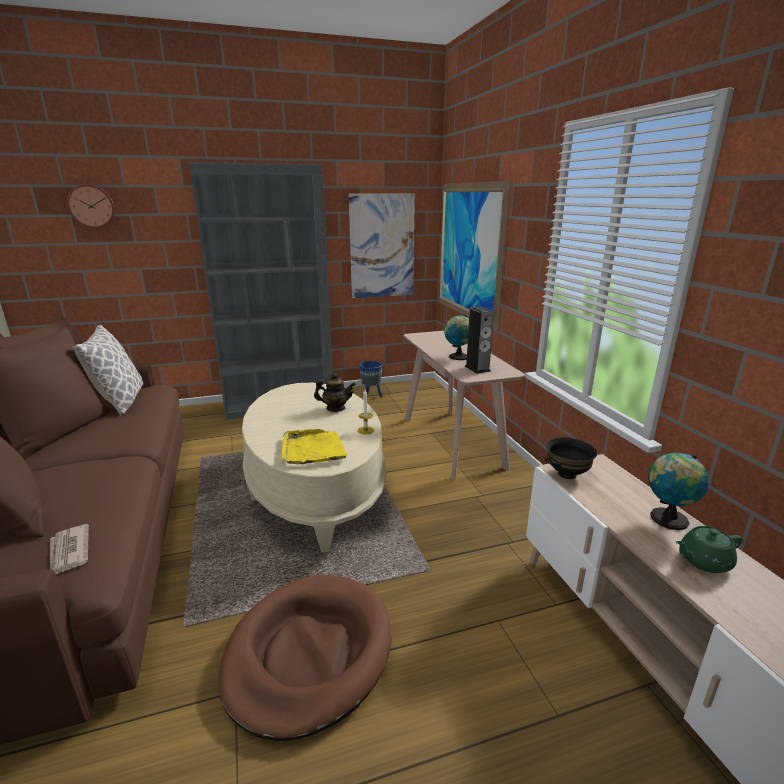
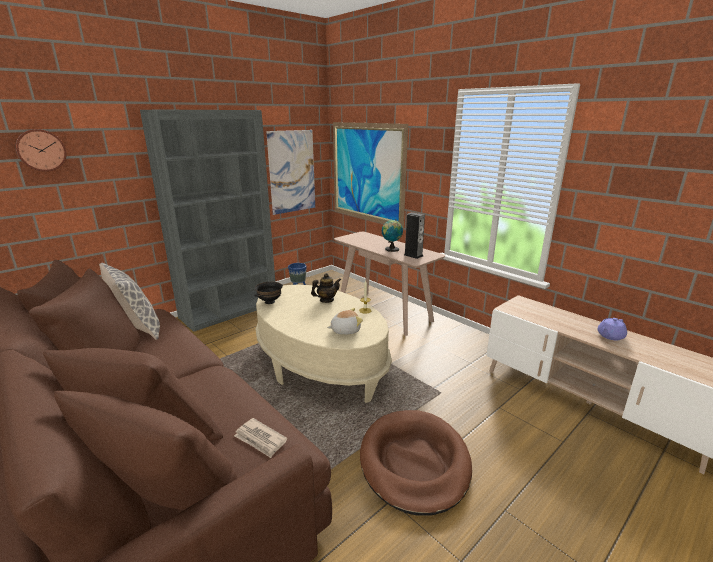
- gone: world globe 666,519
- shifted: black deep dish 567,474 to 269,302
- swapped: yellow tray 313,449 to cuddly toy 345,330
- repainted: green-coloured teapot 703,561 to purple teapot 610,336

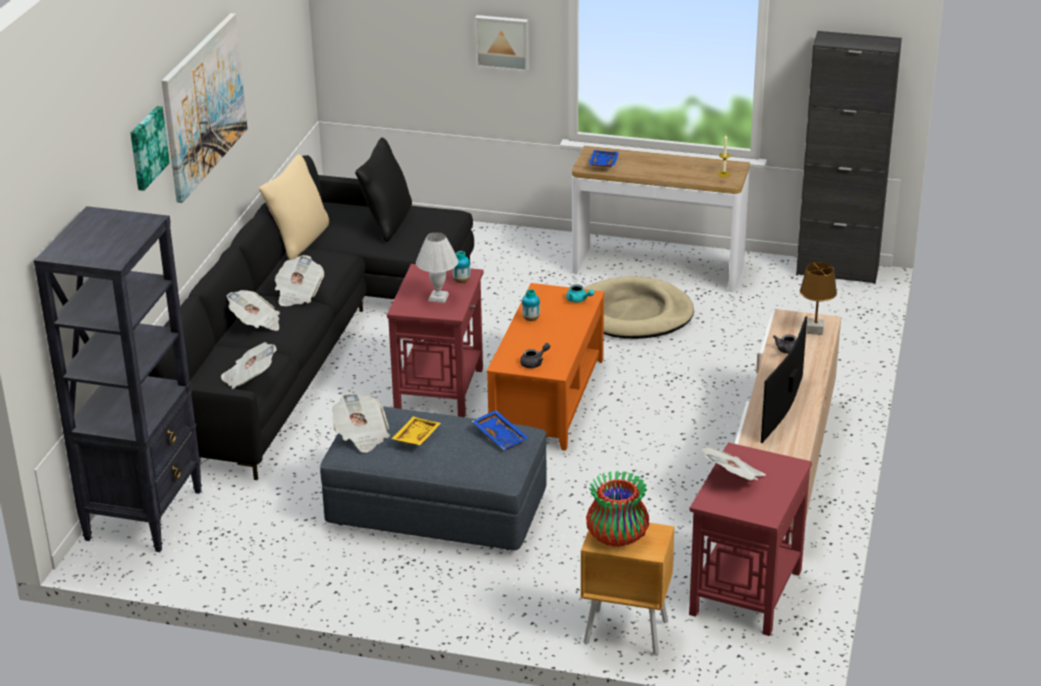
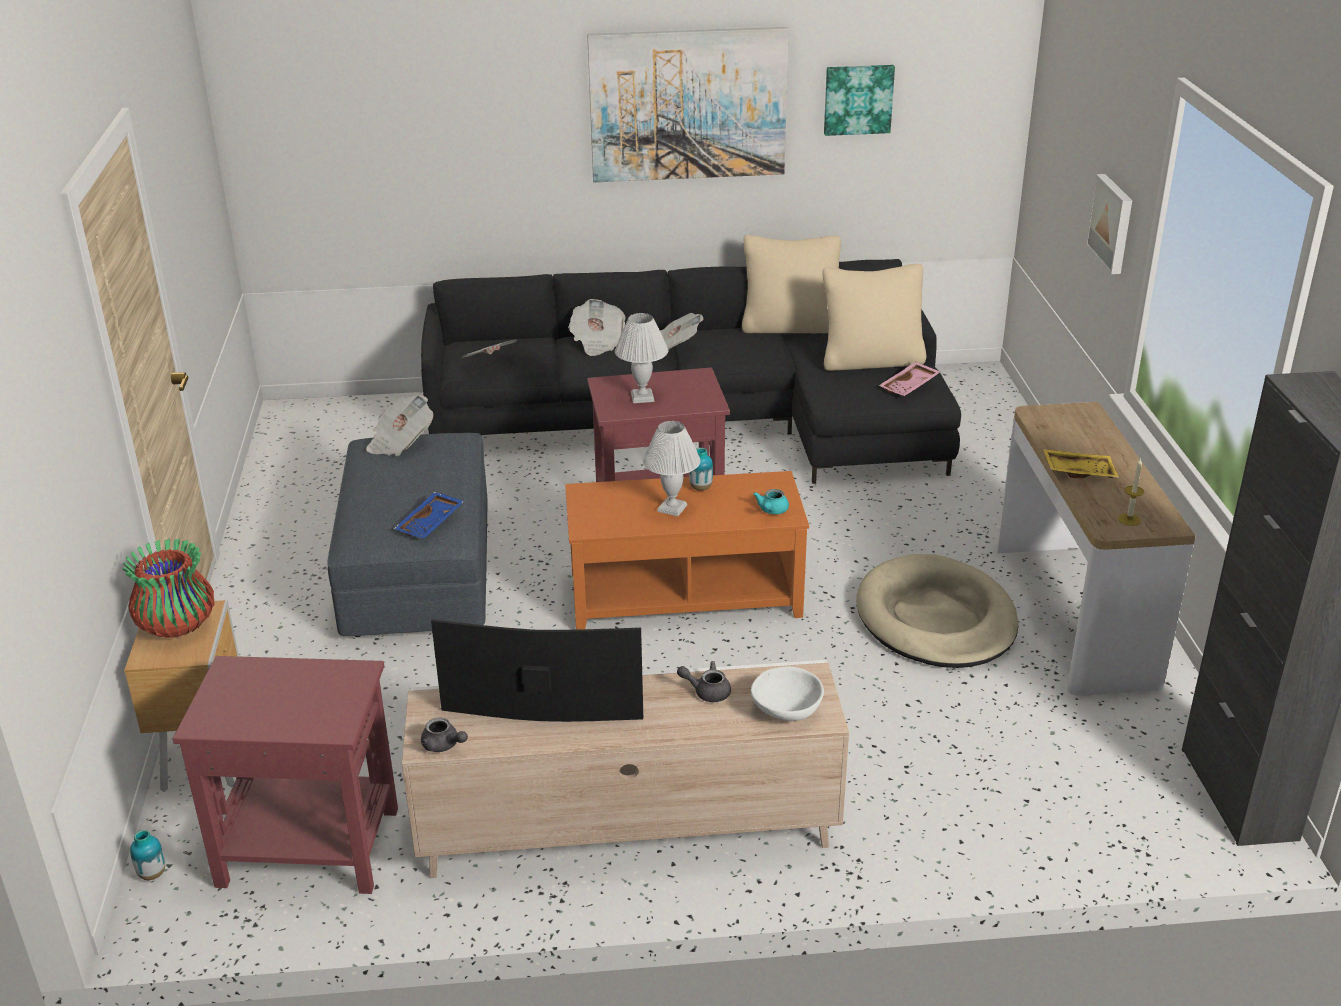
- gone: black bookshelf 145,514
- gone: blue-coloured tray 602,164
- gone: newspaper 733,478
- new: white table lamp 673,508
- new: pink-coloured tray 910,386
- shifted: wall picture 147,147 to 858,99
- shifted: yellow tray 415,437 to 1078,471
- shifted: vase 461,281 to 152,874
- shifted: grey teapot 534,363 to 443,745
- swapped: brownish table lamp 814,330 to white deep dish 785,710
- repainted: black throw pillow 387,222 to beige-coloured throw pillow 871,361

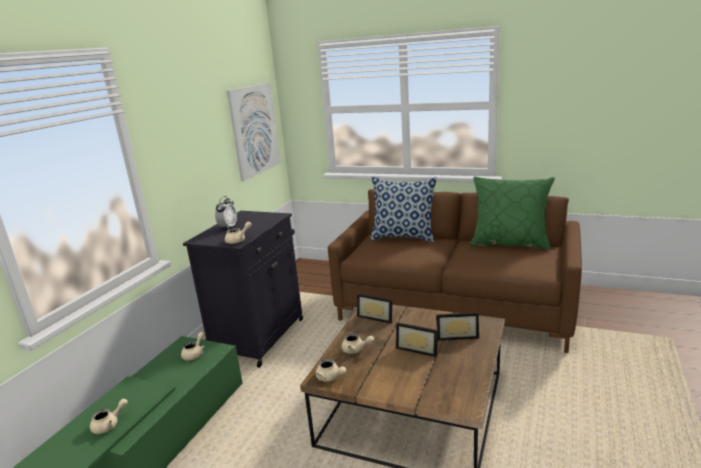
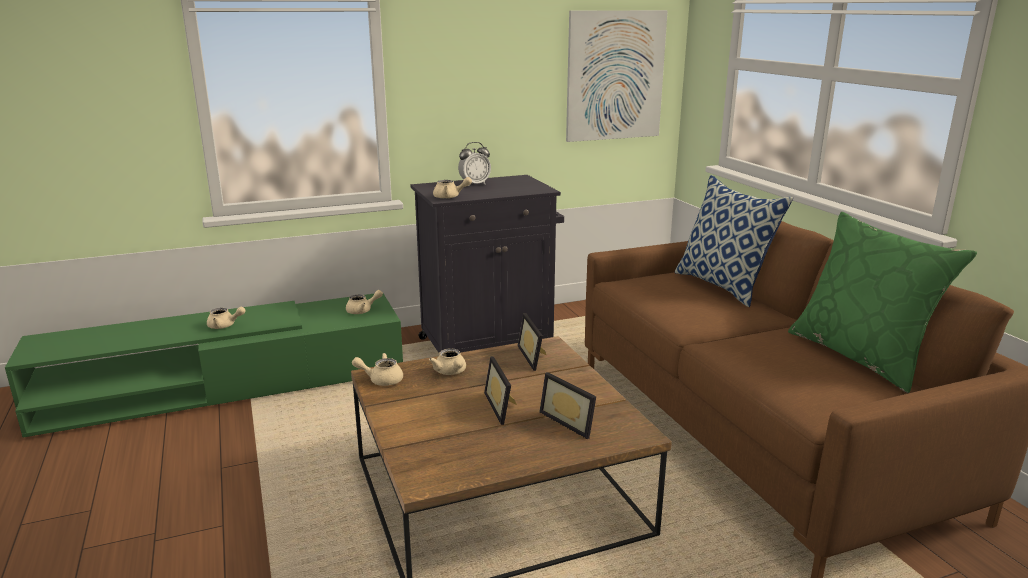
- rotated: beige-coloured teapot 330,377 = 381,380 90 degrees clockwise

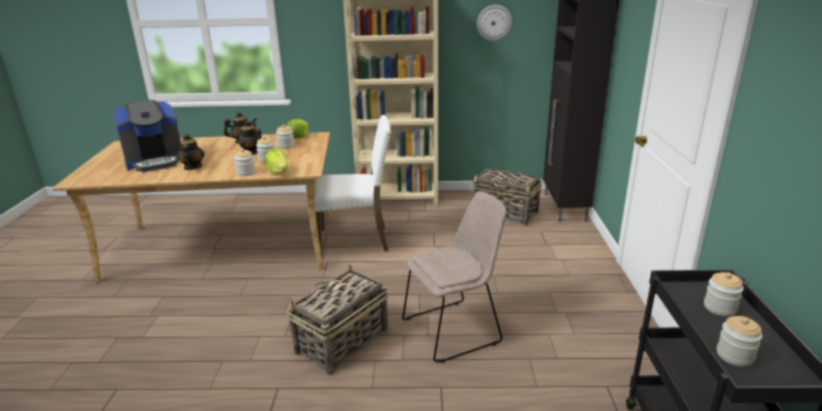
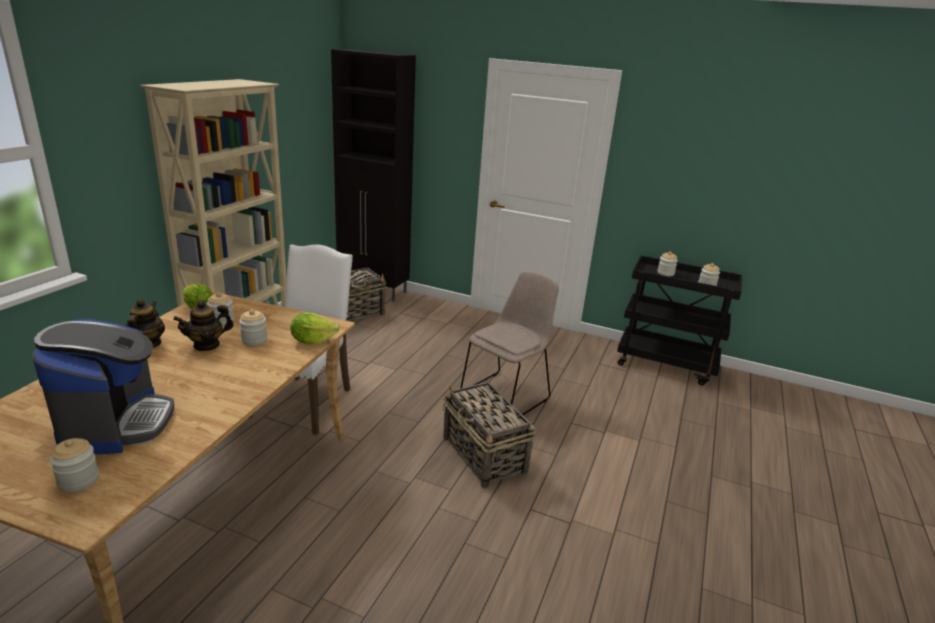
- gone: teapot 192,167
- gone: wall clock 494,23
- shifted: preserve jar 246,172 to 78,480
- rotated: beige-coloured plain chair 454,329 = 506,395 45 degrees clockwise

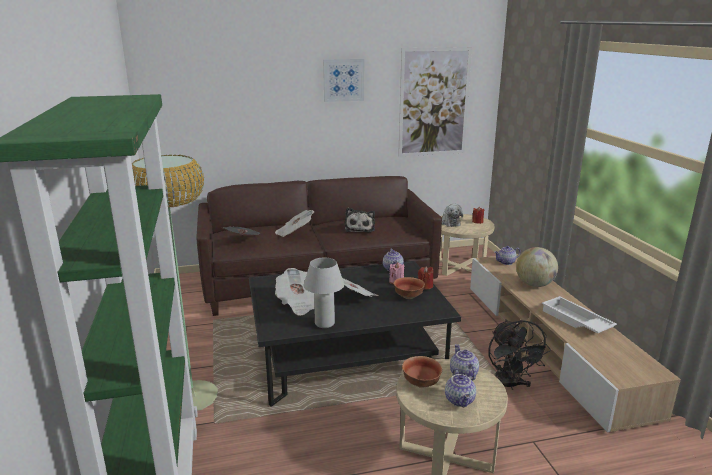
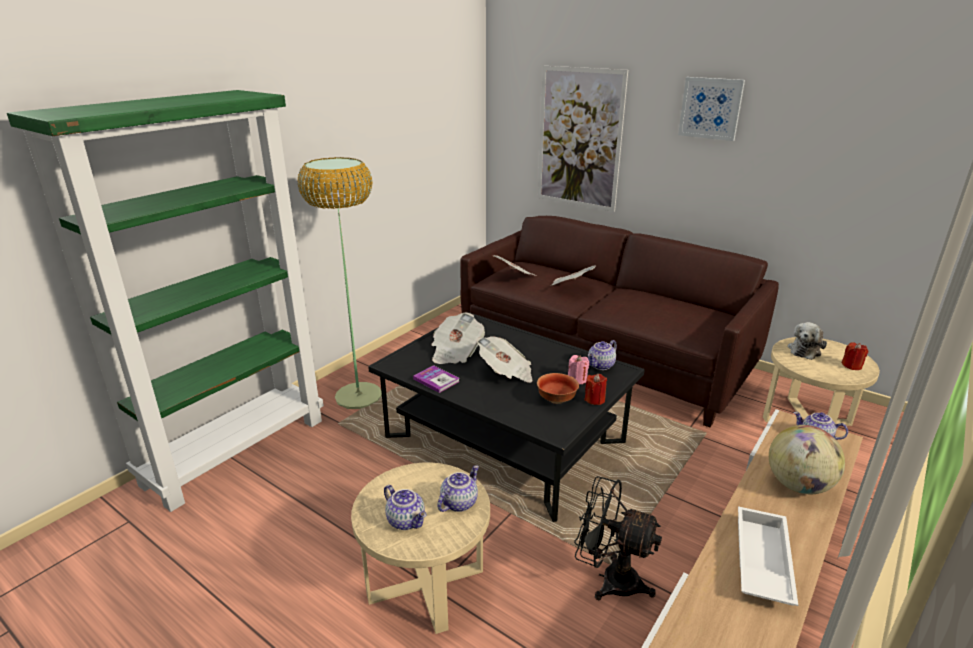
- gone: cuddly toy 360,228
- gone: deep dish 421,383
- shifted: wall picture 434,102 to 579,139
- swapped: white table lamp 324,323 to book 436,380
- rotated: teapot 460,400 = 407,520 90 degrees counterclockwise
- rotated: black electric fan 509,385 = 610,579 75 degrees clockwise

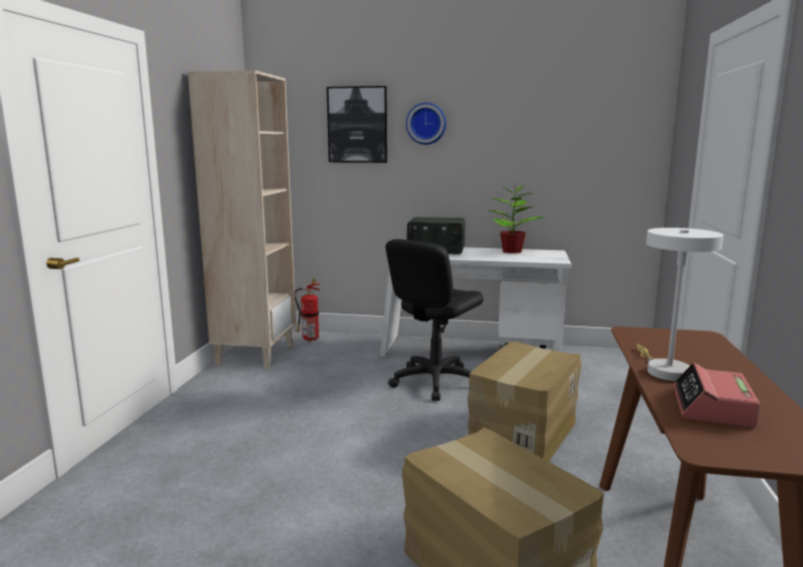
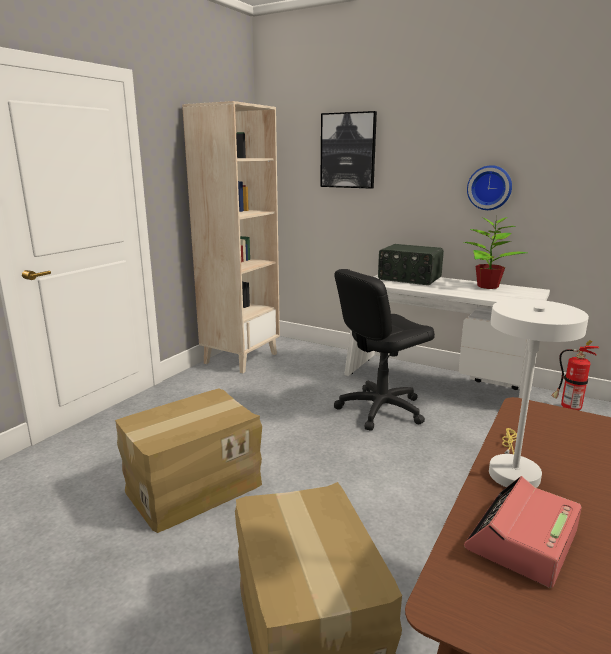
- shifted: extinguisher 308,339 to 568,408
- shifted: wall clock 426,123 to 489,187
- shifted: carton 522,433 to 193,486

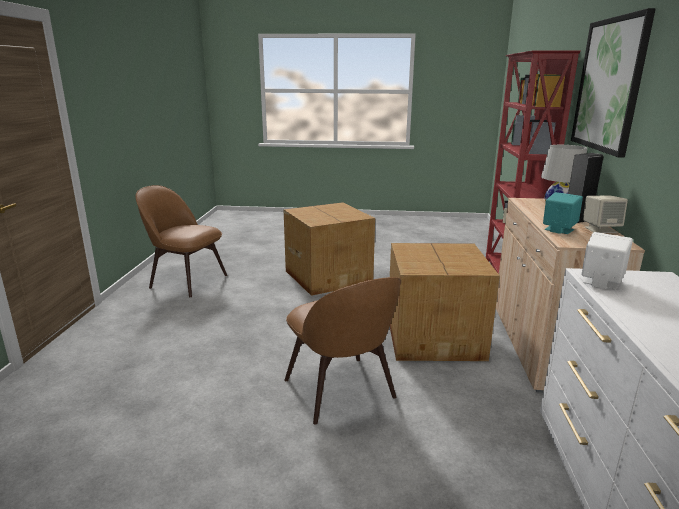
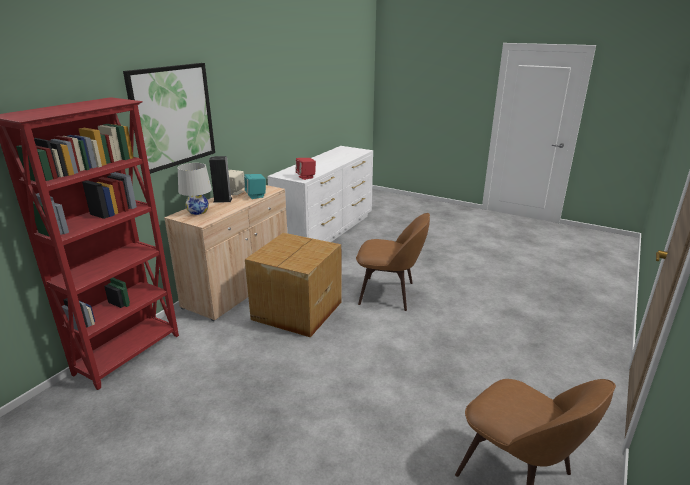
- gone: carton 328,276
- repainted: white speaker 600,282 to red-coloured speaker 306,177
- rotated: brownish plain chair 341,391 = 389,293 105 degrees clockwise

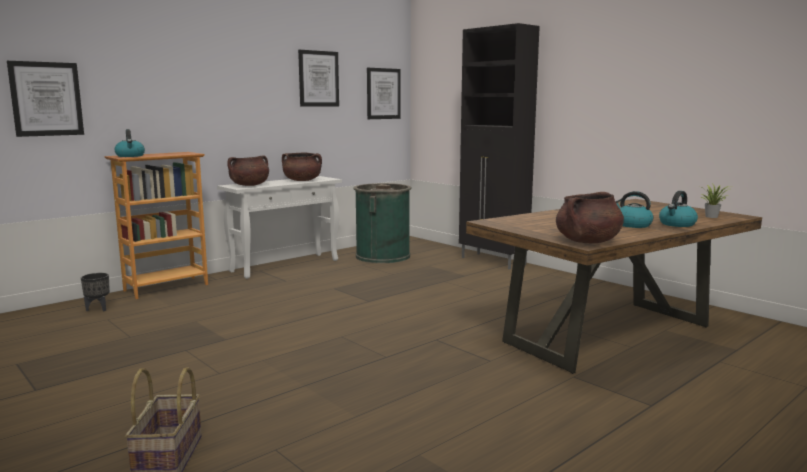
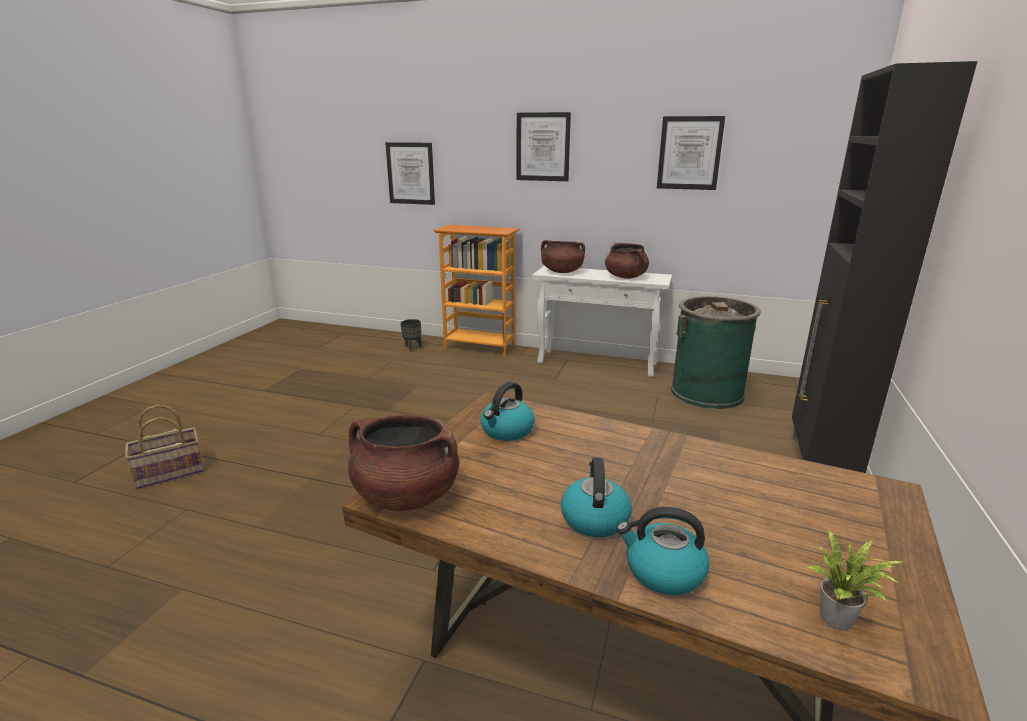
- shifted: kettle 130,156 to 507,431
- shifted: wall picture 383,93 to 543,147

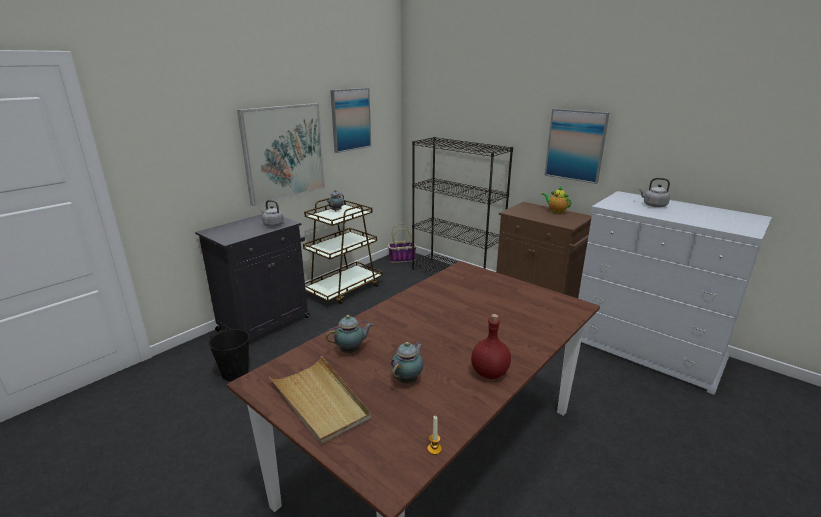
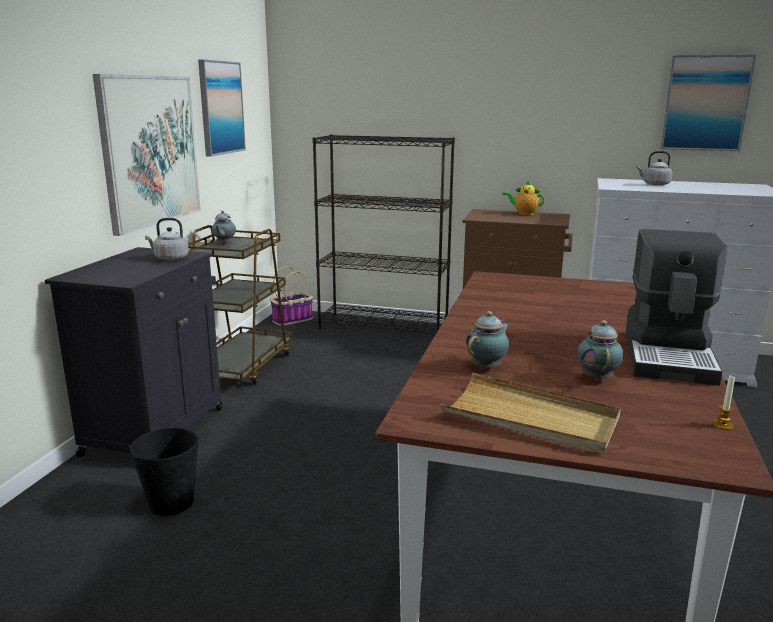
- shifted: wall picture 575,145 to 705,103
- swapped: red-coloured bottle 490,373 to coffee maker 670,355

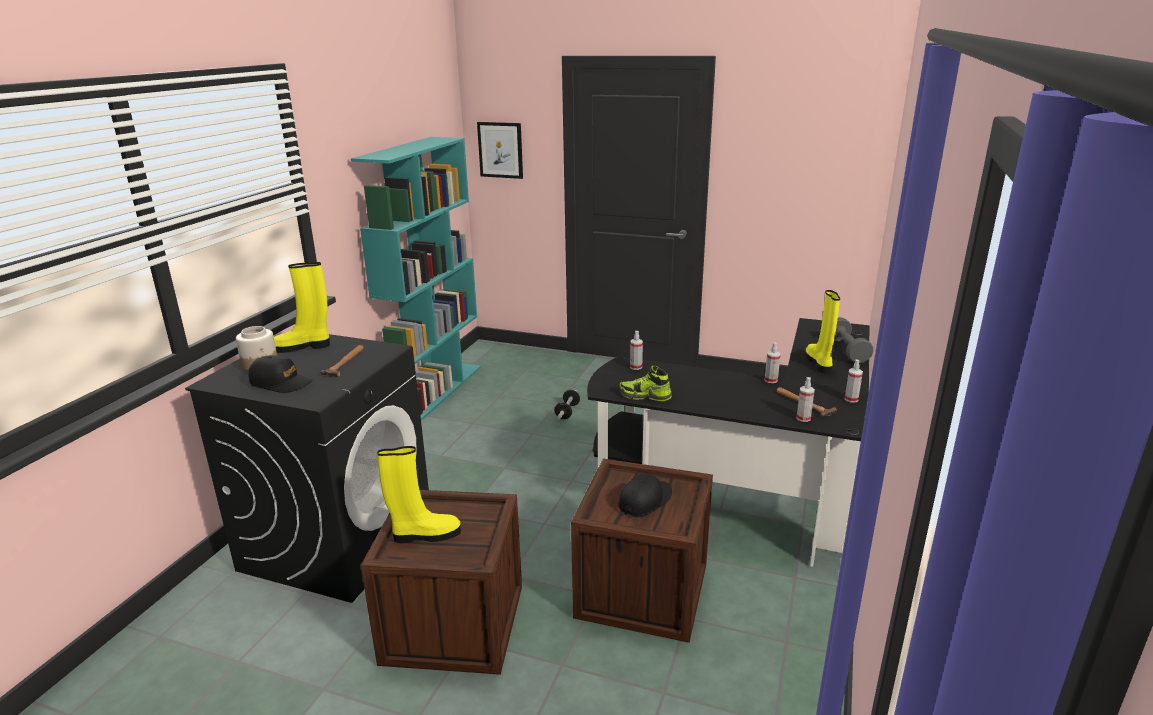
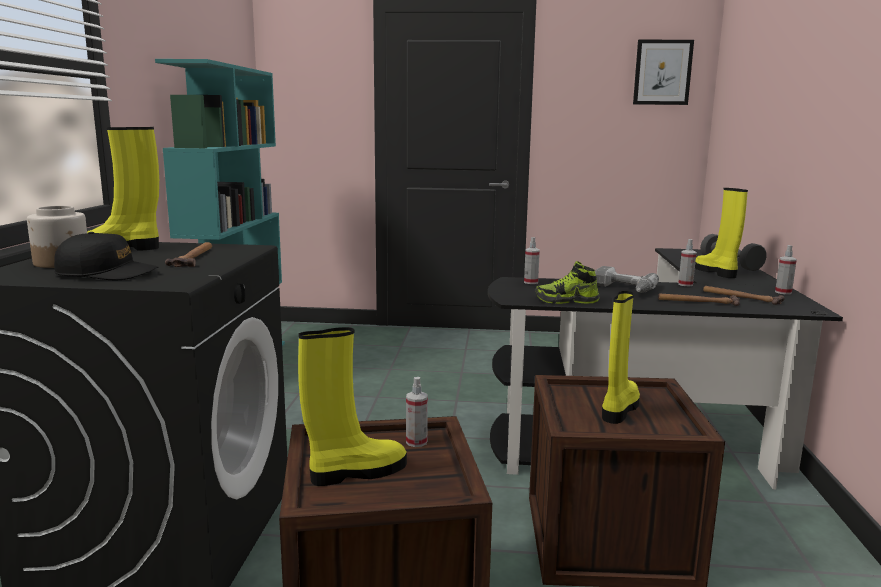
- gone: dumbbell 567,412
- new: electric drill 622,289
- new: hand hammer 698,301
- shifted: wall picture 500,150 to 662,72
- shifted: spray bottle 803,418 to 416,442
- swapped: black cap 645,500 to yellow boot 619,409

